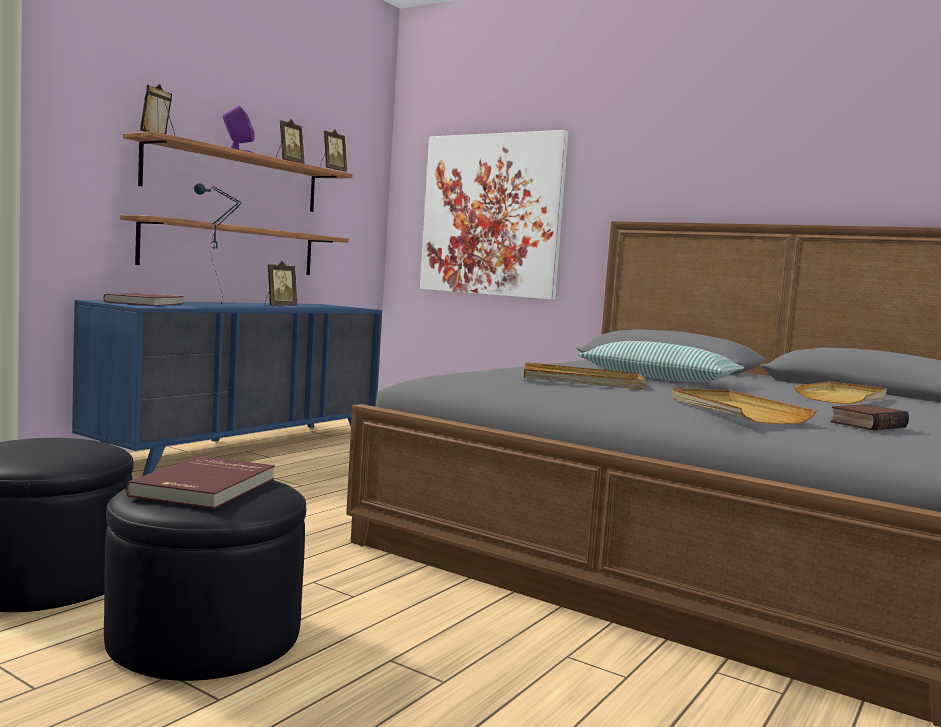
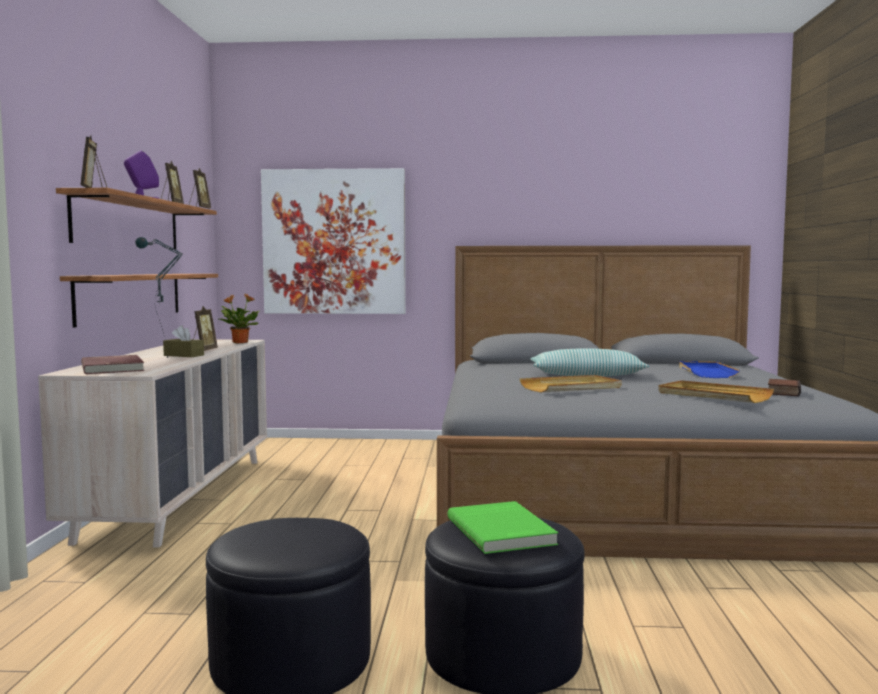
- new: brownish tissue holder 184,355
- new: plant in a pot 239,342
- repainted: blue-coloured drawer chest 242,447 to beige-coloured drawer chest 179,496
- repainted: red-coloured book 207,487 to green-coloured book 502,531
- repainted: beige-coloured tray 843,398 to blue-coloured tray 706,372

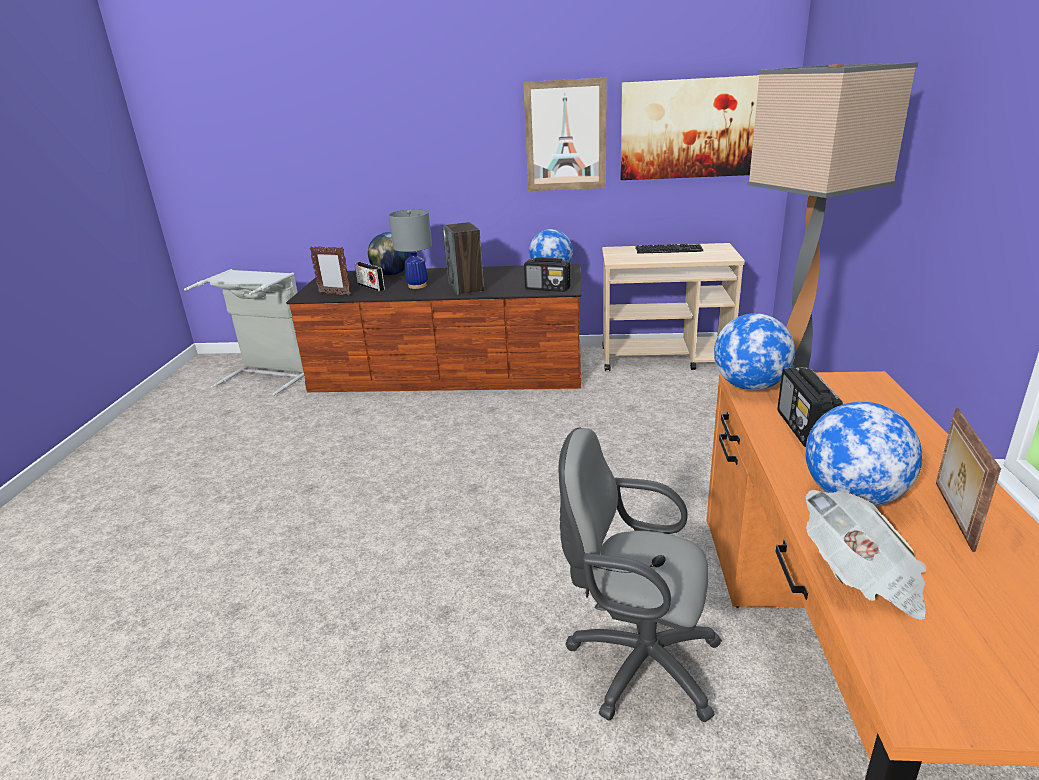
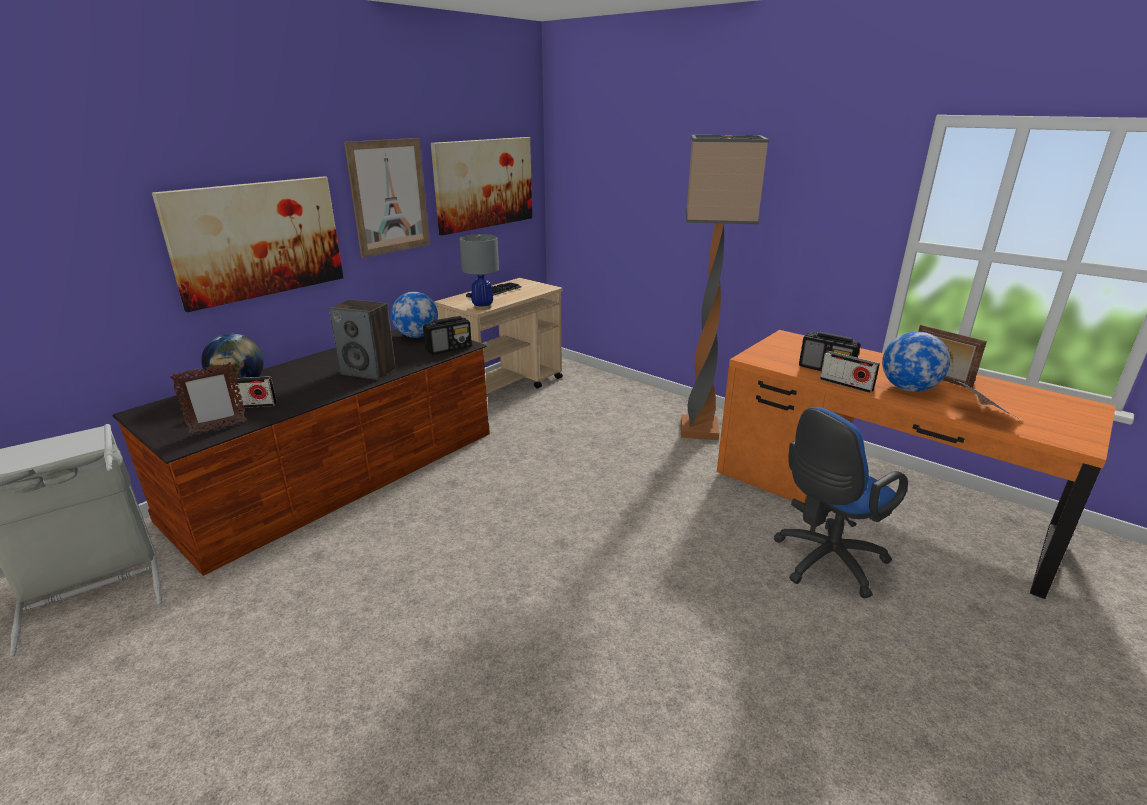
- gone: world globe 750,386
- new: wall picture 258,240
- new: radio set 846,384
- shifted: grey table lamp 417,286 to 482,307
- repainted: grey desk chair 635,661 to blue-coloured desk chair 824,563

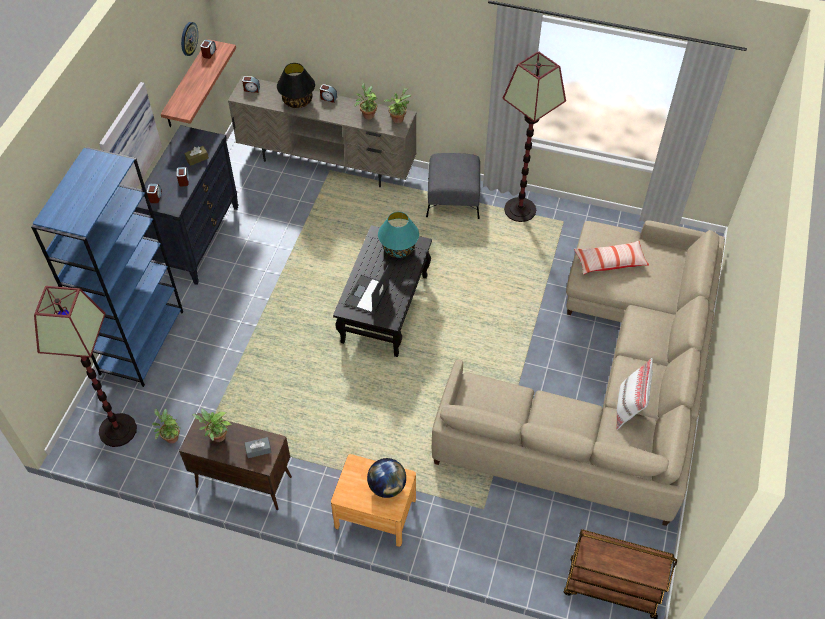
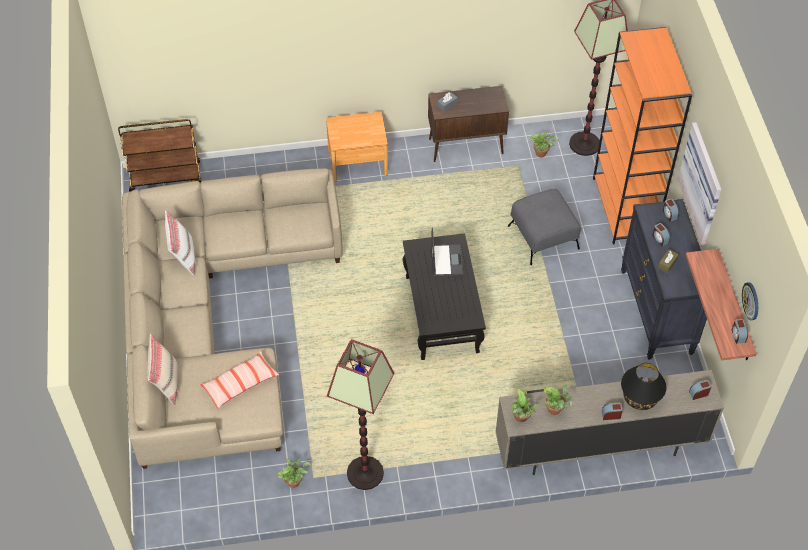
- gone: world globe 387,486
- gone: turquoise-coloured table lamp 398,248
- new: beige-coloured throw pillow 166,382
- shifted: plant in a pot 216,436 to 295,481
- shifted: grey pouffe 453,198 to 543,237
- repainted: blue-coloured bookshelf 142,342 to orange-coloured bookshelf 624,208

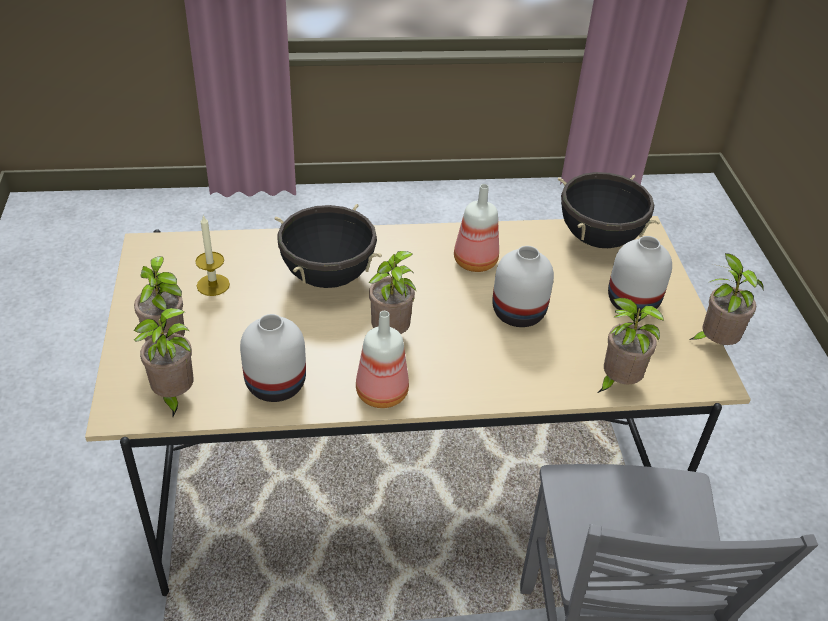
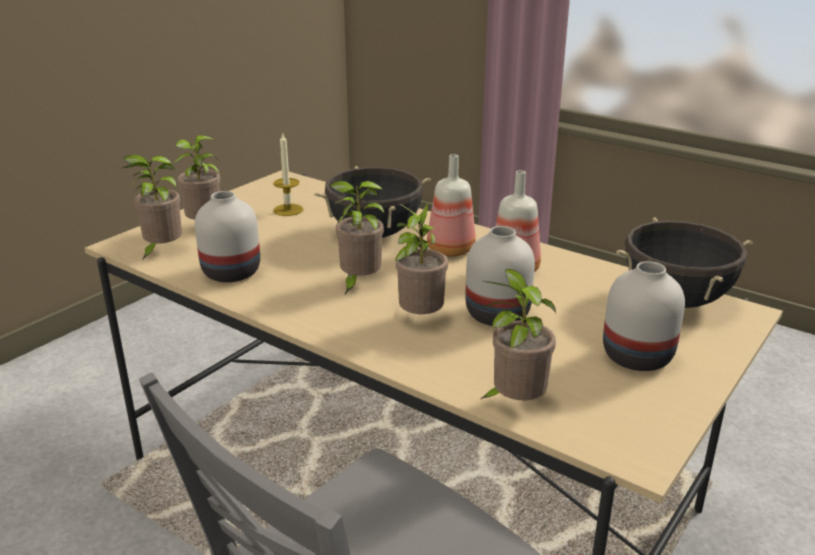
- shifted: bottle 383,394 to 450,250
- shifted: plant in a pot 713,343 to 419,318

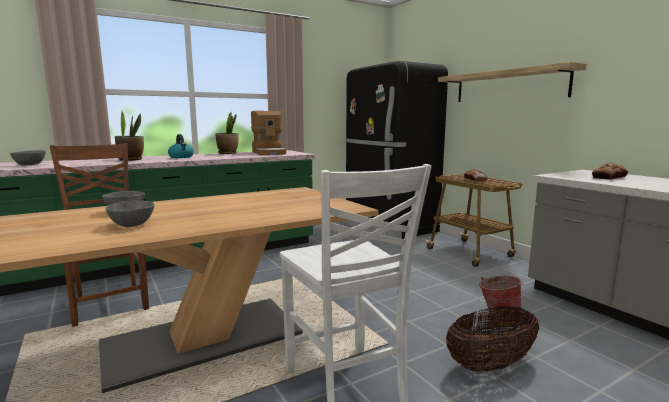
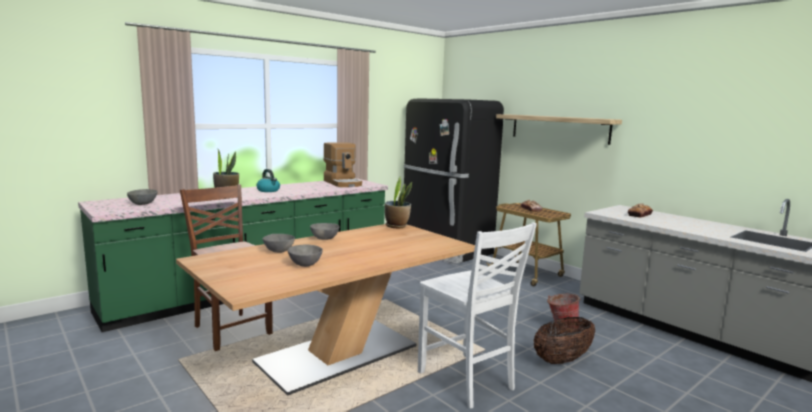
- new: grey deep dish 324,238
- shifted: plant in a pot 228,153 to 397,226

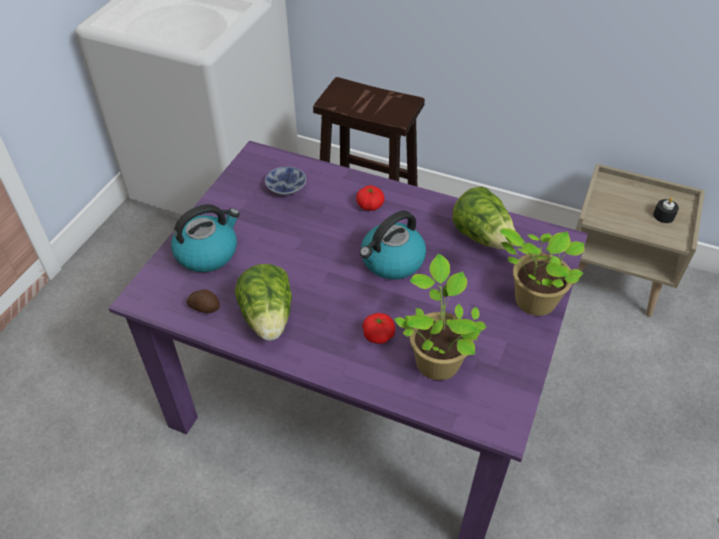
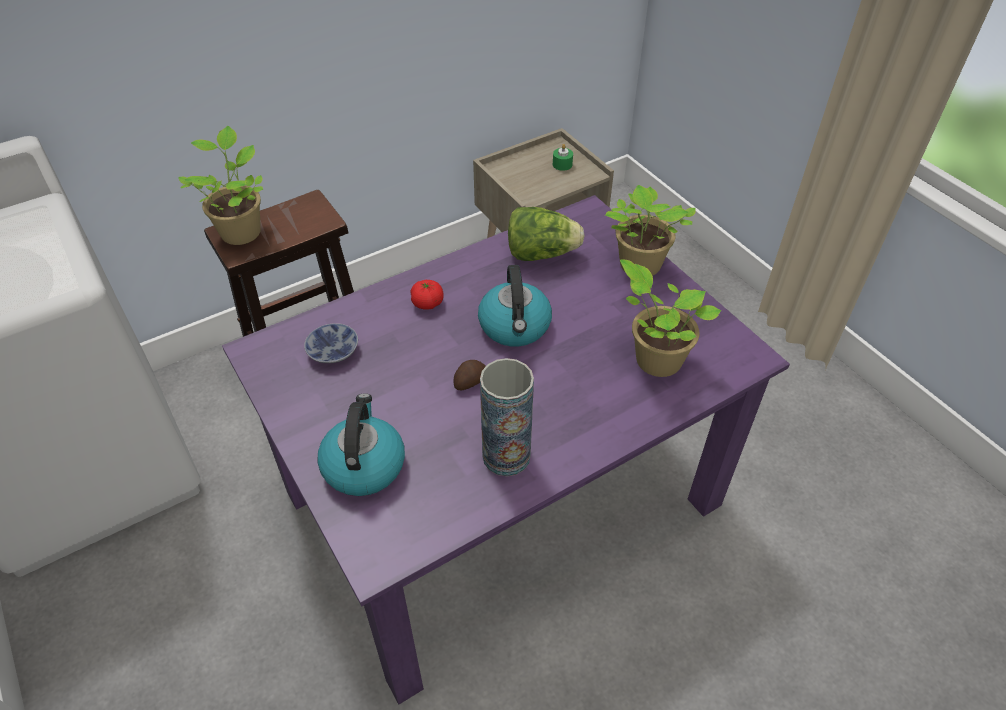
- gone: fresh tomato 378,335
- new: plant in a pot 241,230
- shifted: potato 205,307 to 469,381
- swapped: head of lettuce 268,318 to vase 506,456
- repainted: black candle 663,216 to green-coloured candle 562,164

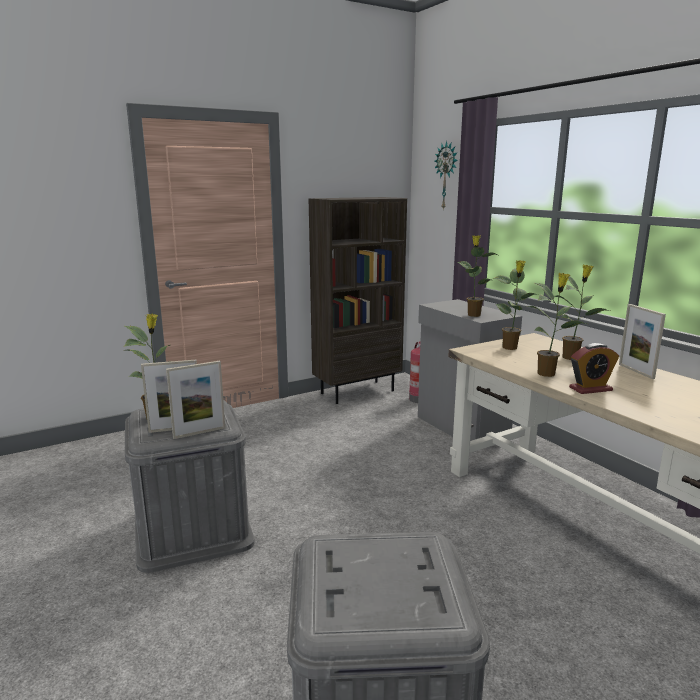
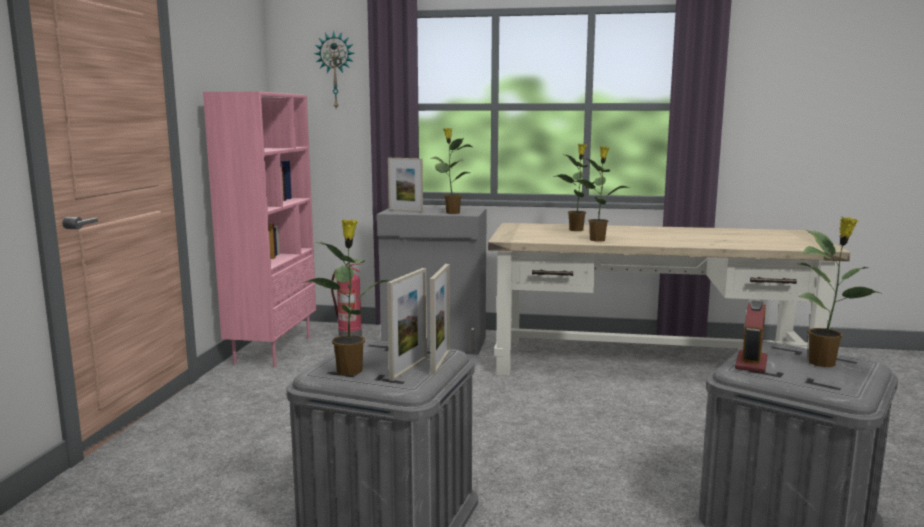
- shifted: plant in a pot 510,348 to 823,363
- shifted: bedside clock 590,389 to 751,363
- shifted: photo frame 636,371 to 405,211
- repainted: brownish bookshelf 357,392 to pink-coloured bookshelf 272,349

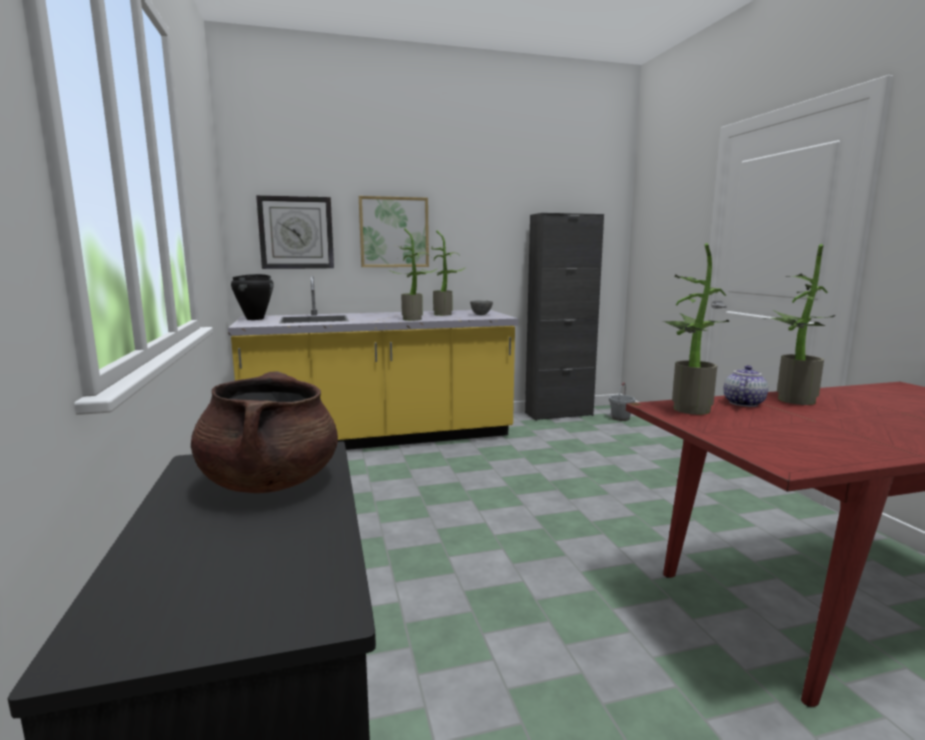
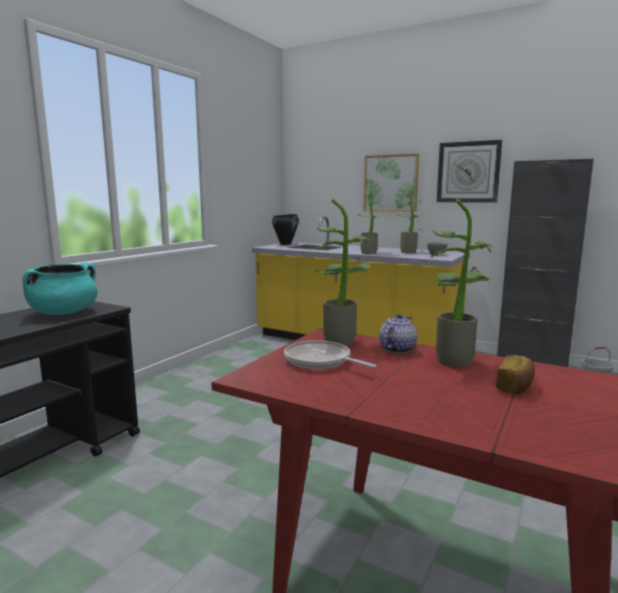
- new: frying pan 320,361
- new: bread 515,387
- shifted: wall clock 296,233 to 468,172
- repainted: brownish stockpot 270,482 to turquoise-coloured stockpot 64,313
- rotated: teapot 742,403 = 396,349 45 degrees counterclockwise

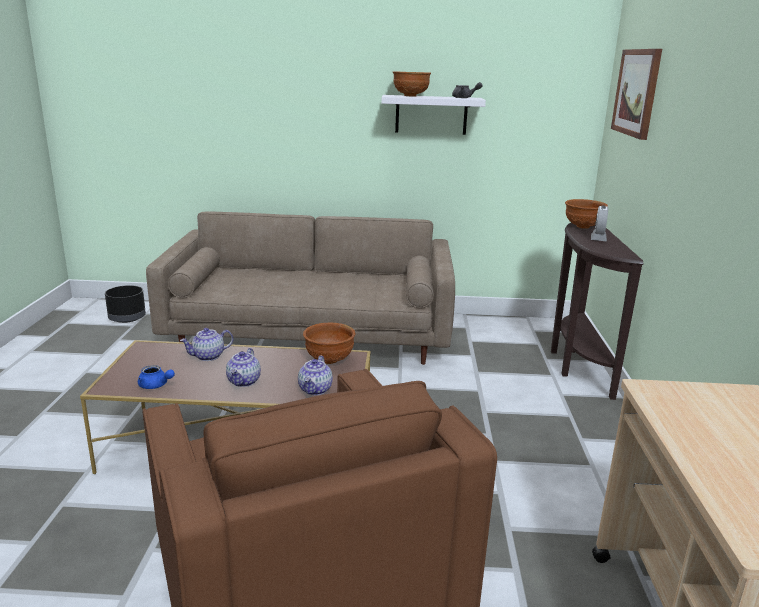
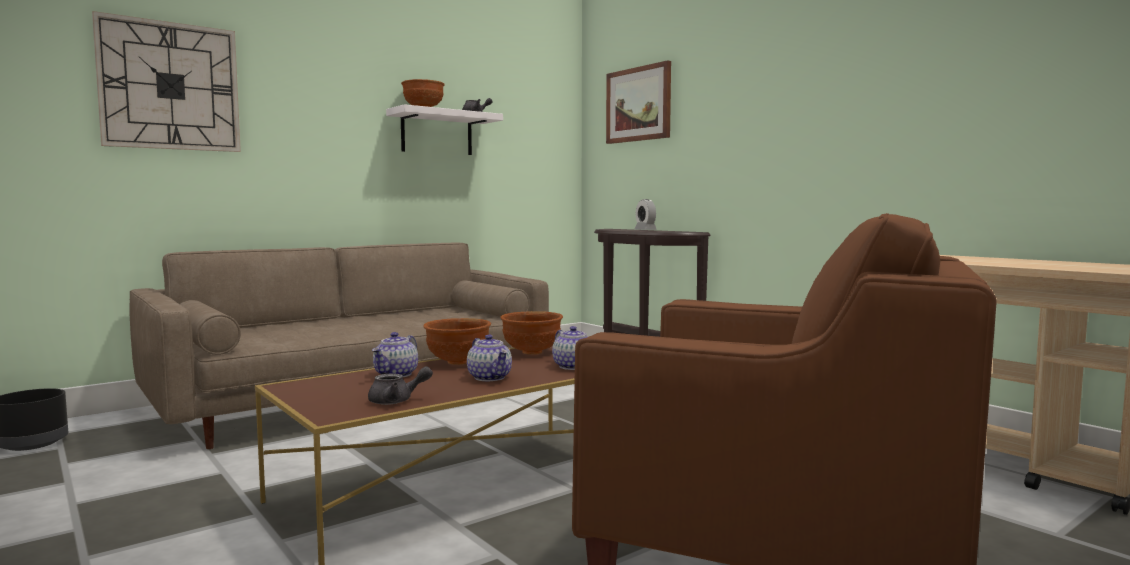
- new: wall clock 170,86
- shifted: brownish deep dish 582,227 to 457,362
- repainted: blue-coloured teapot 155,386 to grey teapot 397,401

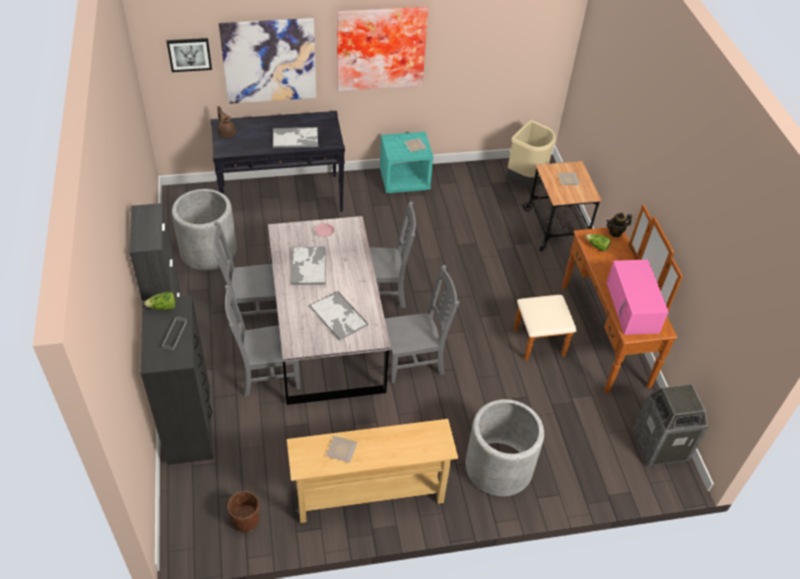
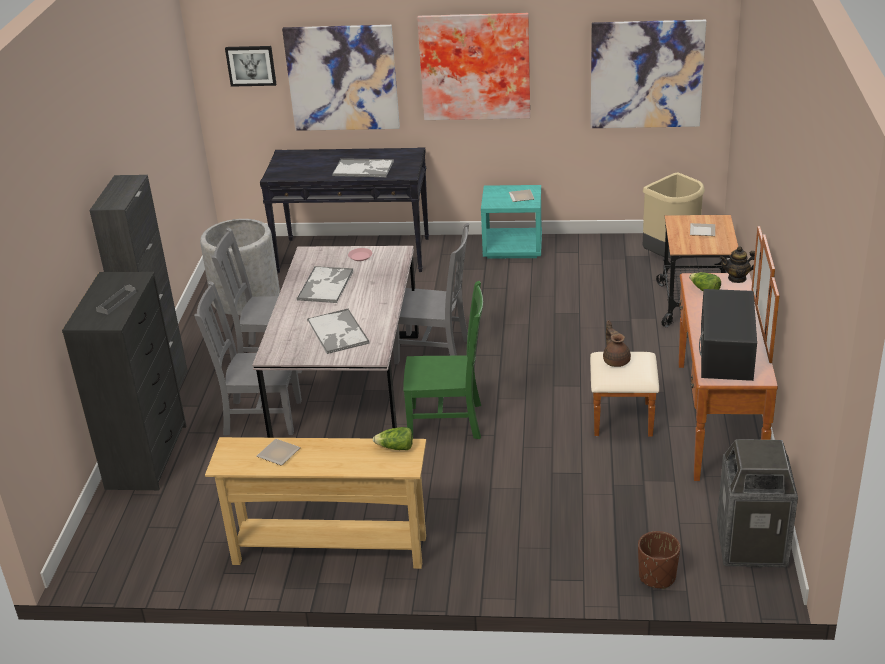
- gone: grey plant pot 498,467
- new: wall picture 646,74
- shifted: head of lettuce 163,307 to 395,448
- shifted: brownish teapot 227,133 to 616,360
- shifted: brownish plant pot 245,520 to 657,577
- repainted: grey plain chair 415,361 to green-coloured plain chair 448,422
- repainted: pink-coloured microwave 633,308 to black microwave 726,352

